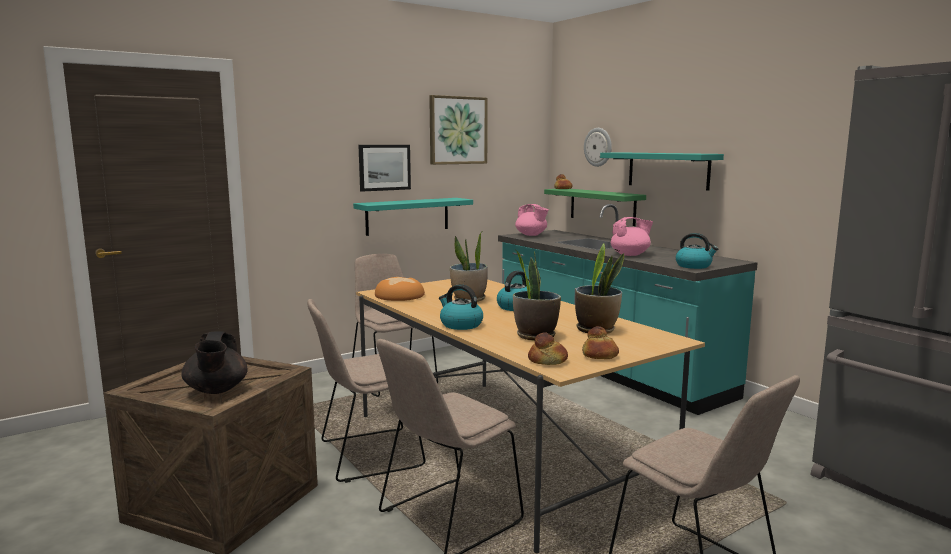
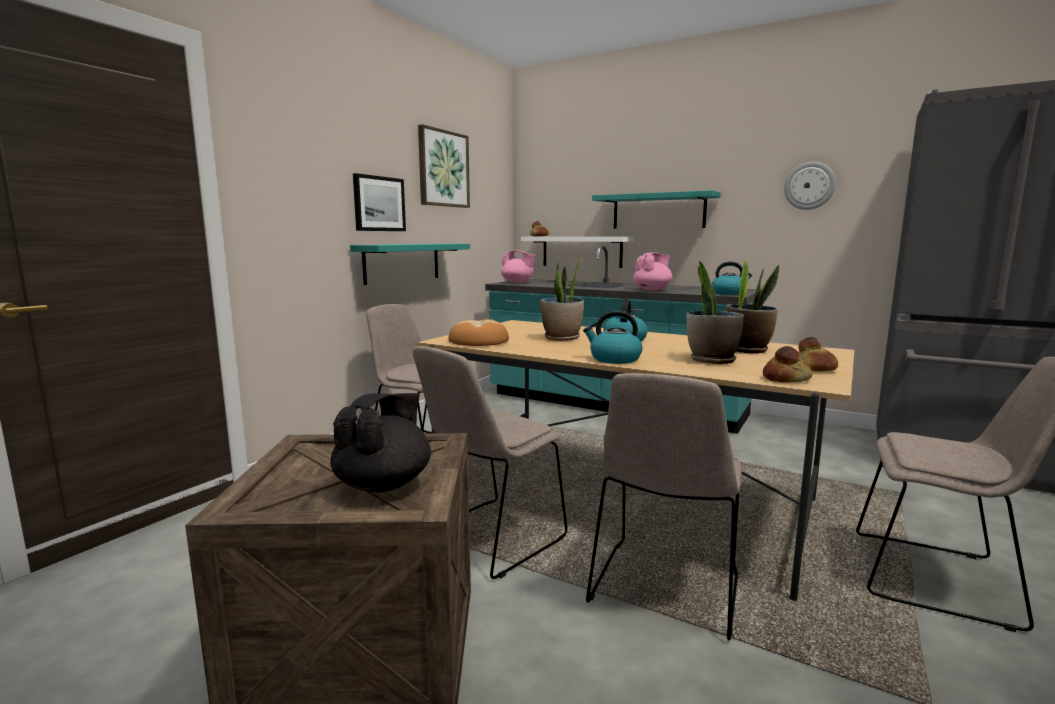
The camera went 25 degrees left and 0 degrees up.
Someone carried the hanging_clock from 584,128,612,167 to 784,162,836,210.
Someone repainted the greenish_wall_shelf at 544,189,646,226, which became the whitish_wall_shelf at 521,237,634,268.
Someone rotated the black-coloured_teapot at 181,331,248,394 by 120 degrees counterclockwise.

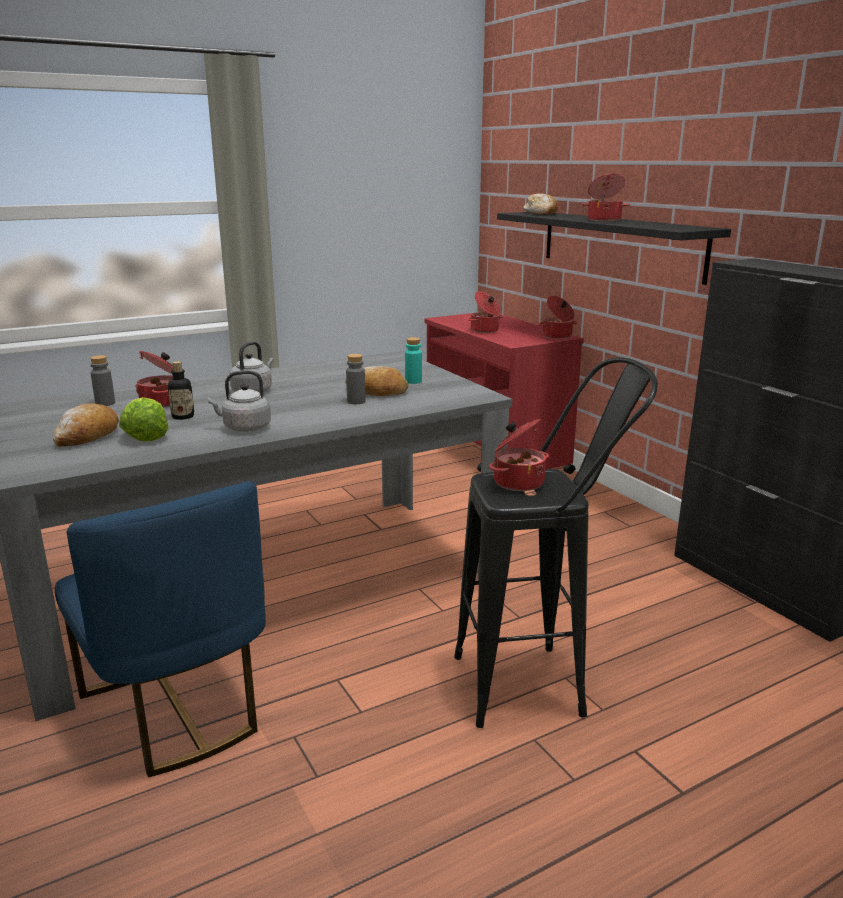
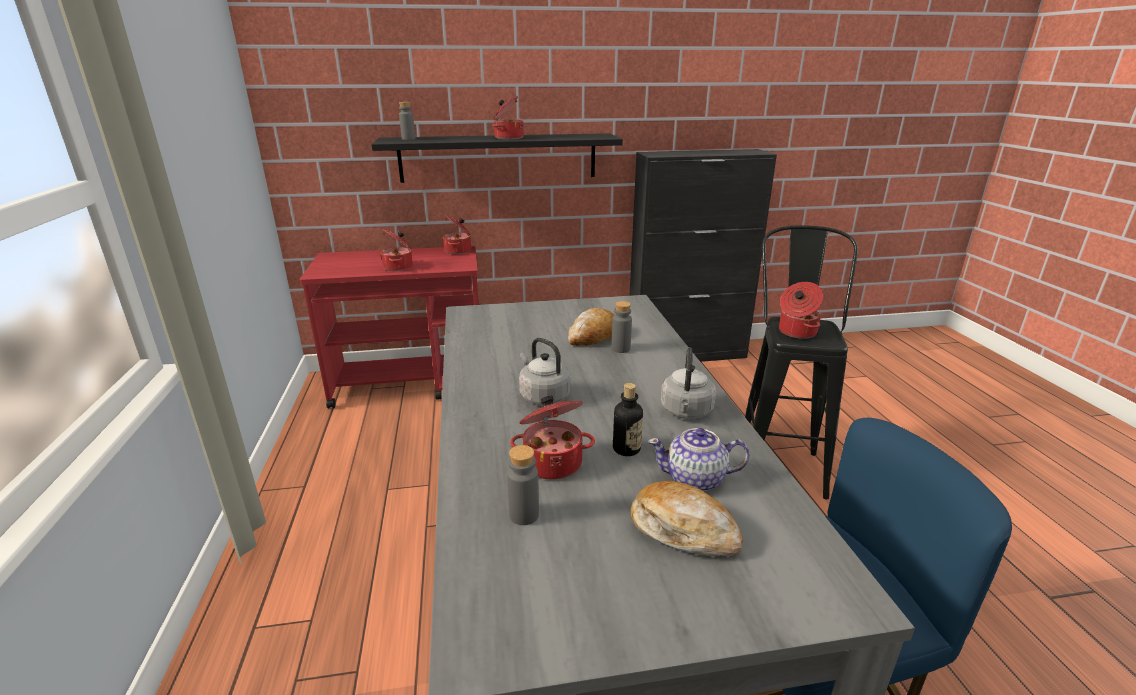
The camera went 70 degrees left and 5 degrees up.
Someone swapped the baked_bread at 523,193,558,215 for the grey_beverage_bottle at 399,102,415,140.
Someone took away the blue-green_beverage_bottle at 405,337,422,384.
Someone swapped the head_of_lettuce at 119,397,169,441 for the teapot at 648,428,750,492.

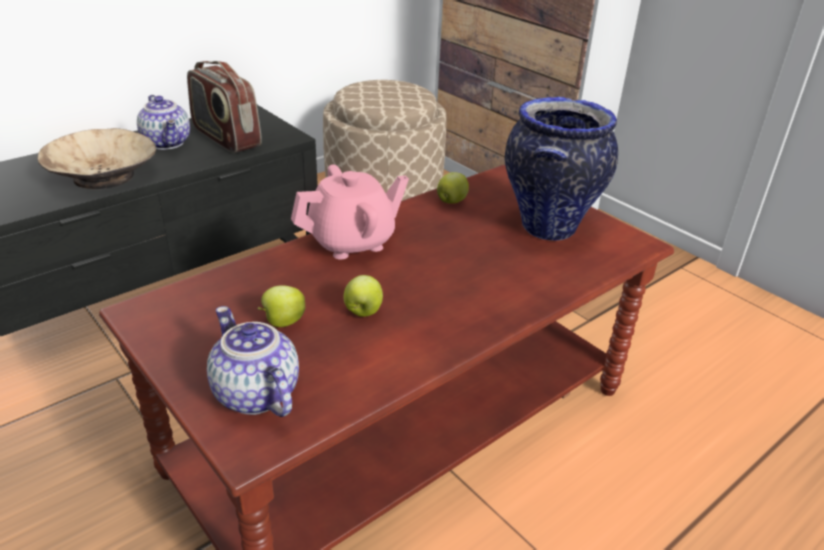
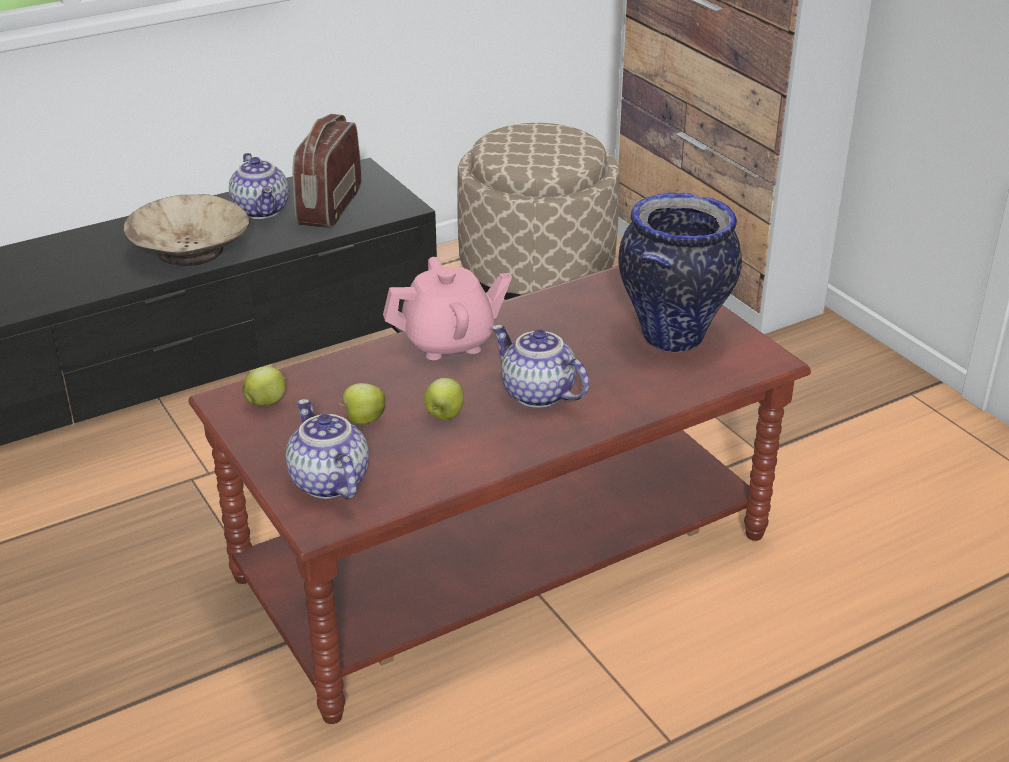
The camera went 10 degrees right and 0 degrees up.
Someone rotated the radio_receiver at 187,61,262,153 by 45 degrees clockwise.
Someone carried the apple_fruit from 437,172,469,204 to 242,366,285,406.
Someone put down the teapot at 492,325,589,408.

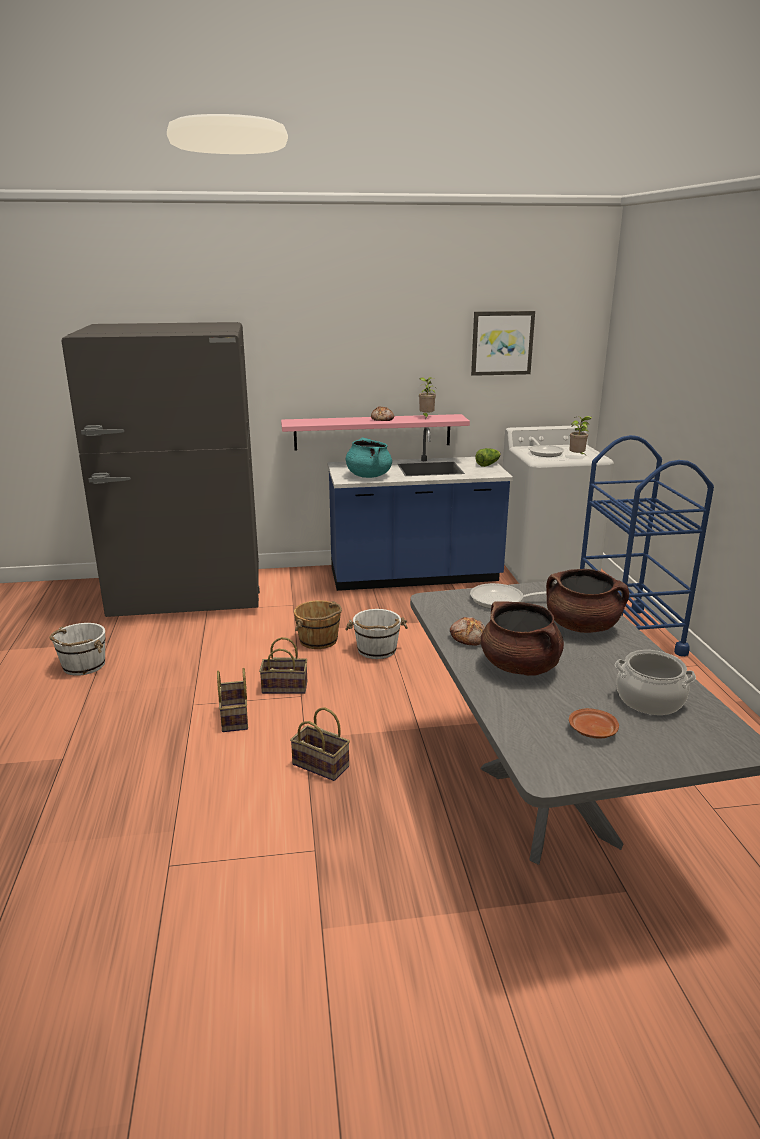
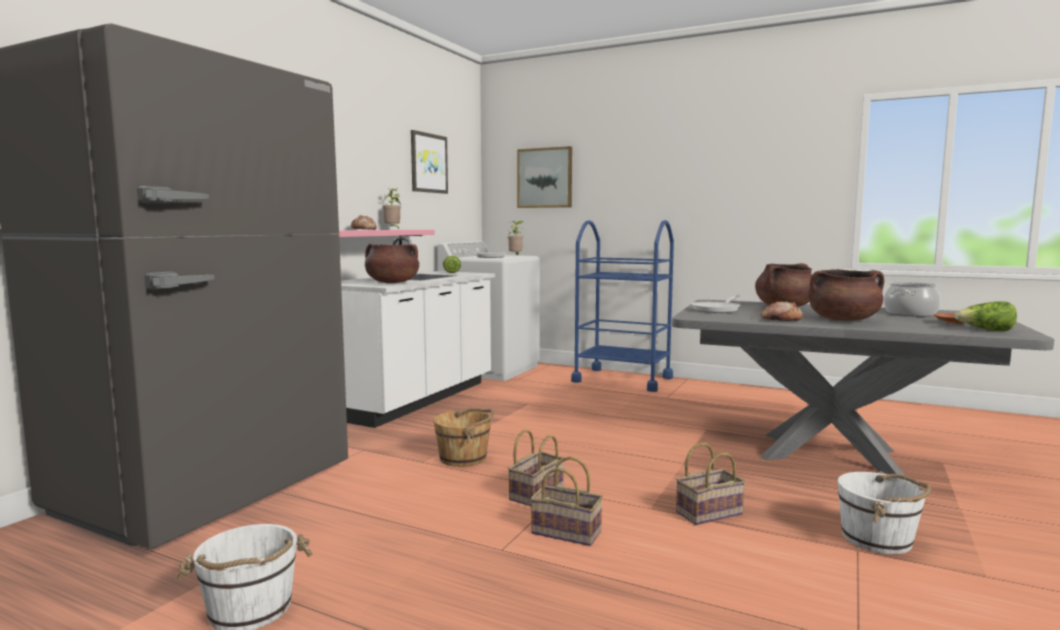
The camera went 55 degrees left and 15 degrees down.
Someone repainted the blue-coloured_kitchen_base_unit at 327,427,513,591, which became the whitish_kitchen_base_unit at 341,237,495,428.
Someone repainted the blue-green_saucepot at 346,437,392,478, which became the brown_saucepot at 365,244,419,283.
Someone carried the whitish_water_bucket from 345,609,408,659 to 837,472,931,554.
Someone put up the wall_art at 517,146,572,208.
Someone put down the head_of_lettuce at 955,301,1017,331.

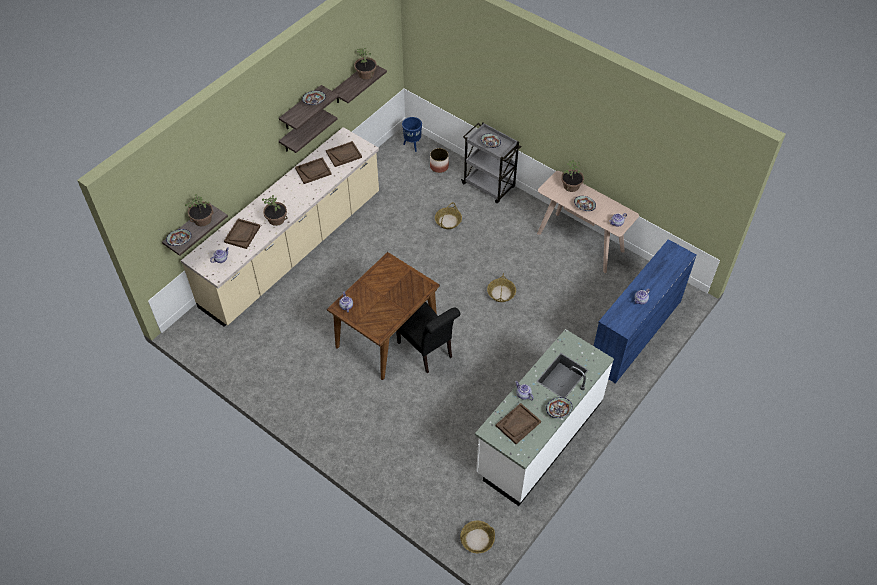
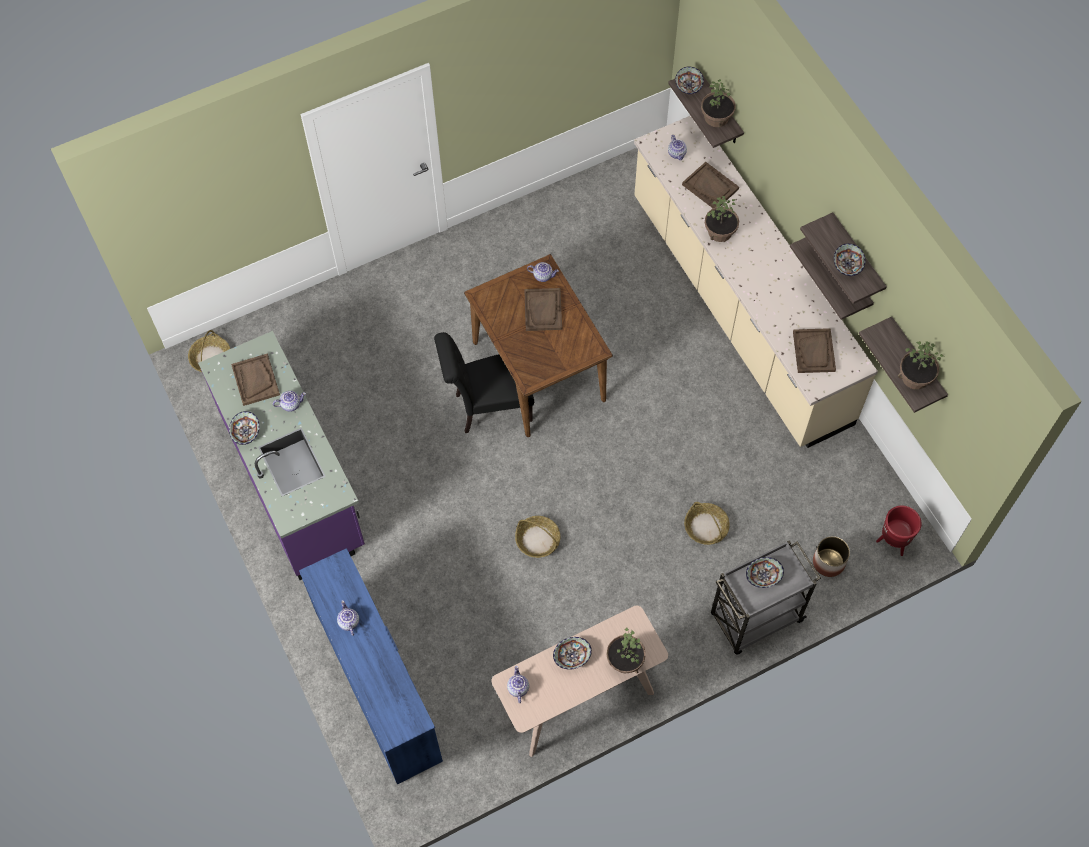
The camera went 115 degrees right and 10 degrees up.
Someone repainted the blue-coloured_plant_pot at 402,117,422,152, which became the red-coloured_plant_pot at 876,505,922,556.
Someone carried the brown_carrying_tray from 295,157,332,184 to 524,288,562,331.
Someone repainted the whitish_kitchen_base_unit at 475,329,614,506, which became the purple-coloured_kitchen_base_unit at 198,331,365,580.

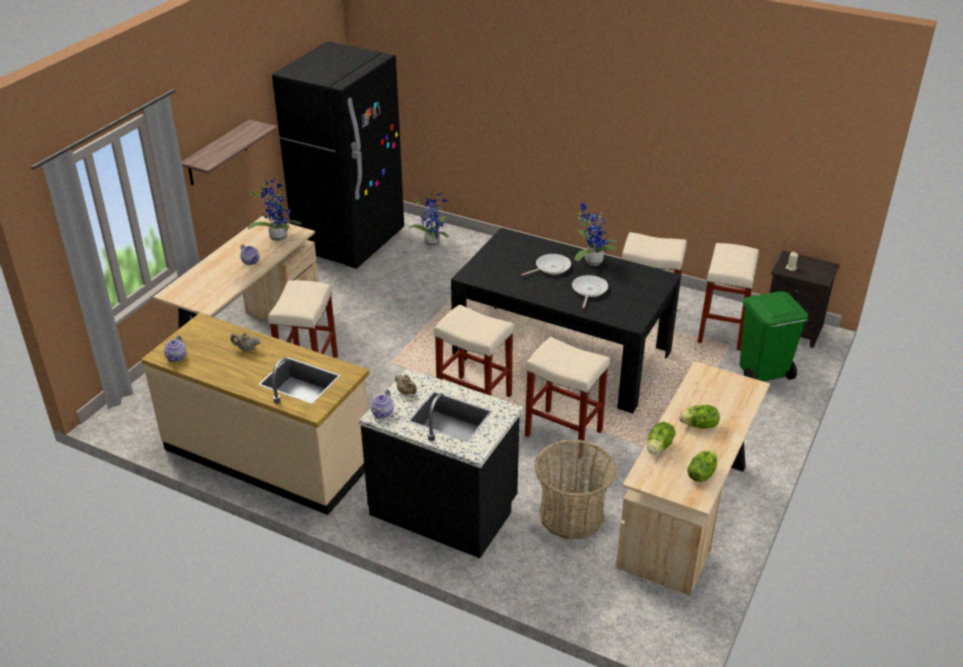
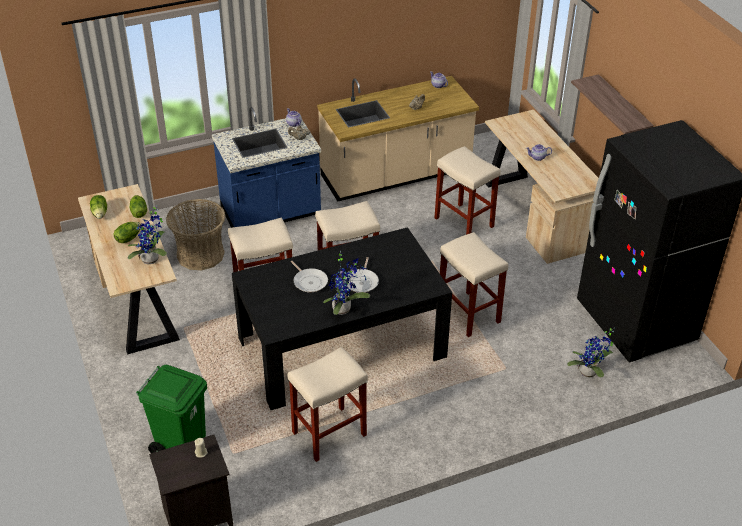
The camera went 130 degrees right and 5 degrees up.
Someone carried the potted_plant from 248,178,301,241 to 128,205,167,264.
Someone carried the beige_stool_seat from 698,243,759,351 to 440,232,508,337.
Someone repainted the black-coloured_kitchen_base_unit at 359,368,523,558, which became the blue-coloured_kitchen_base_unit at 212,107,321,228.

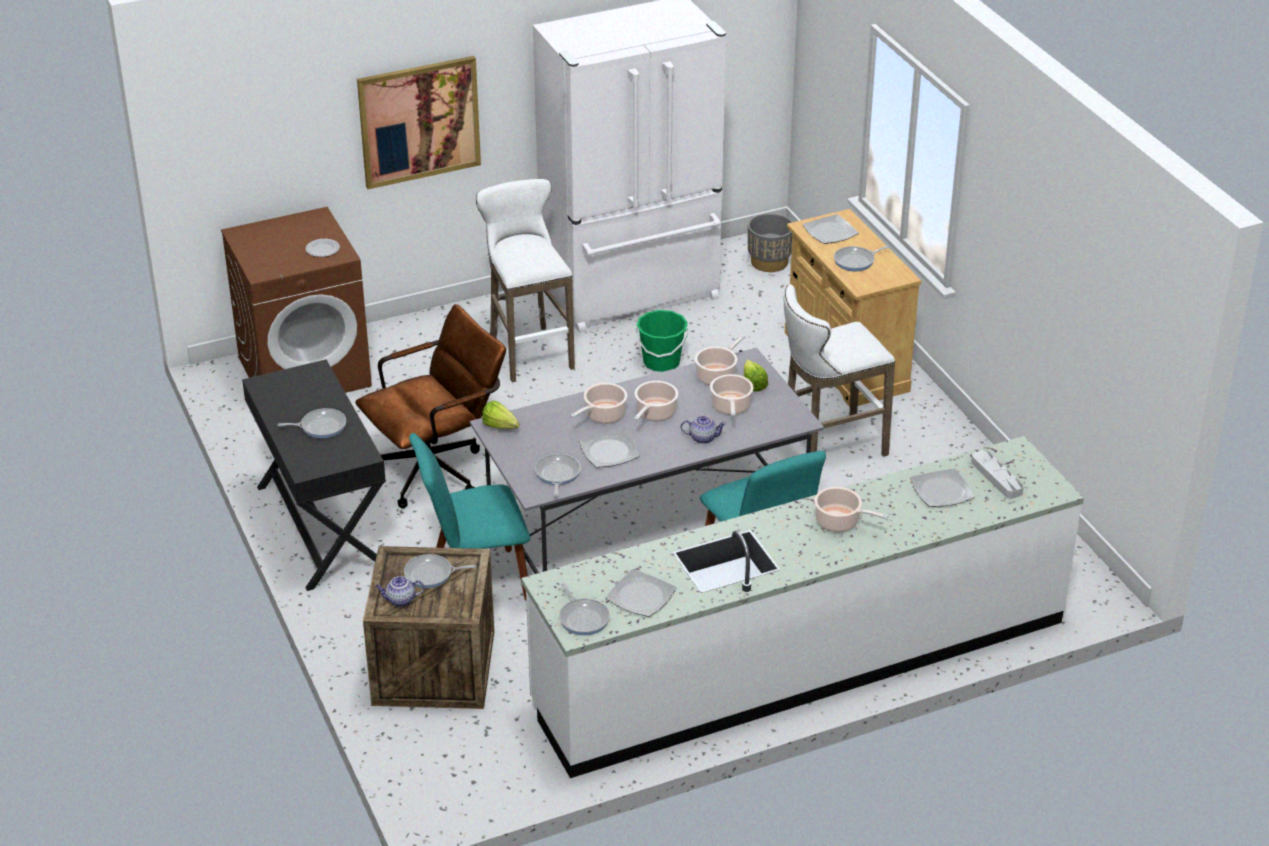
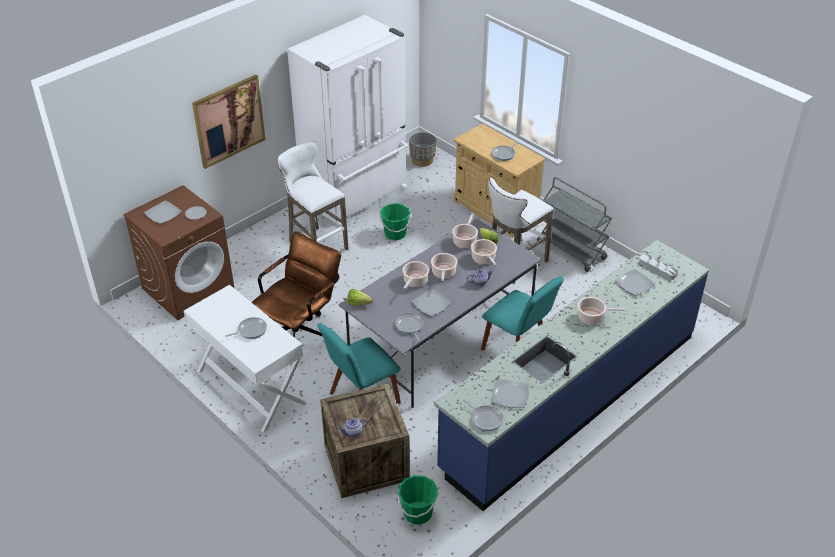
The camera went 20 degrees left and 5 degrees up.
Someone carried the plate from 803,214,859,244 to 144,201,182,224.
Someone repainted the black-coloured_desk_unit at 242,359,386,591, which became the whitish_desk_unit at 184,285,307,433.
Someone repainted the whitish_kitchen_base_unit at 521,436,1084,778, which became the blue-coloured_kitchen_base_unit at 434,240,709,511.
Someone took away the pan at 404,554,476,588.
Someone put down the grey_trolley at 537,177,612,272.
Someone put down the greenish_water_bucket at 398,475,438,525.

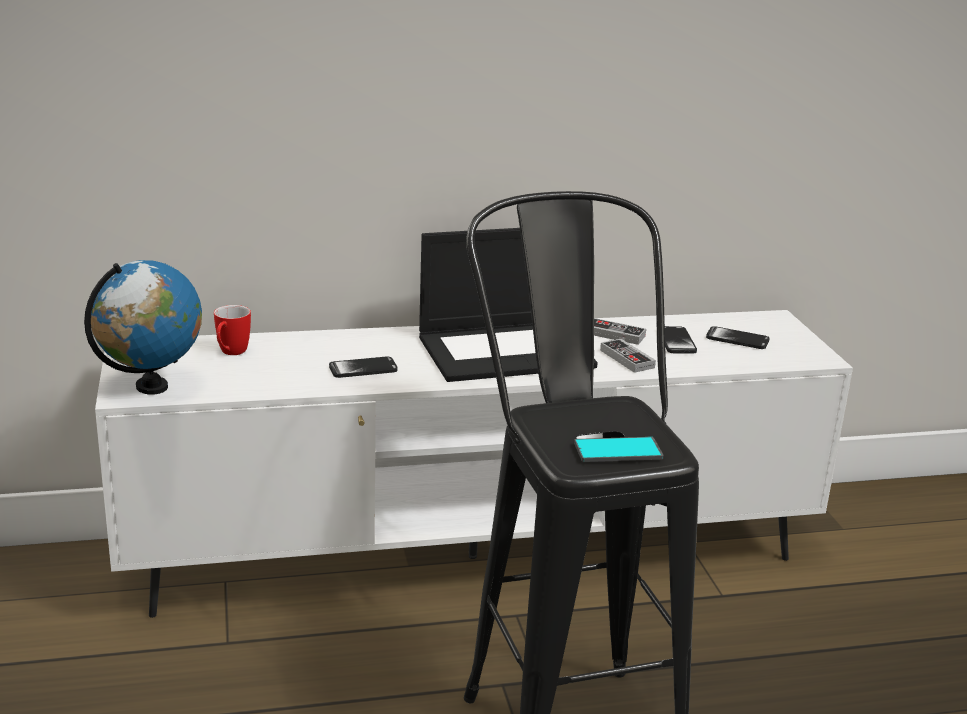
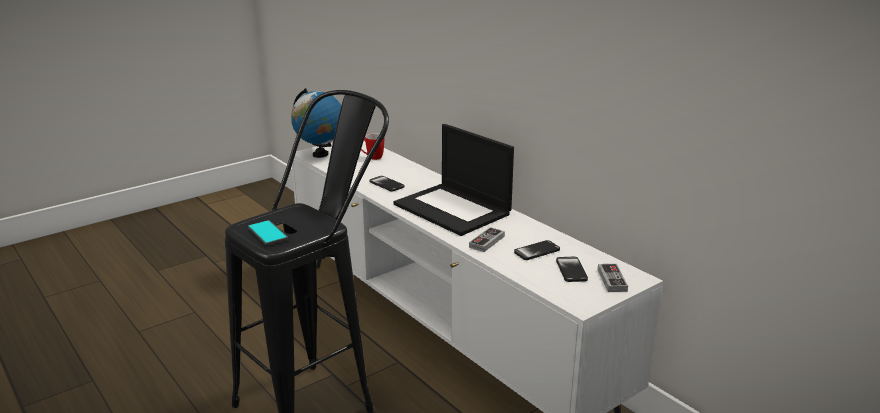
The camera went 65 degrees right and 0 degrees up.
Someone carried the joypad from 594,318,646,345 to 598,264,628,292.

